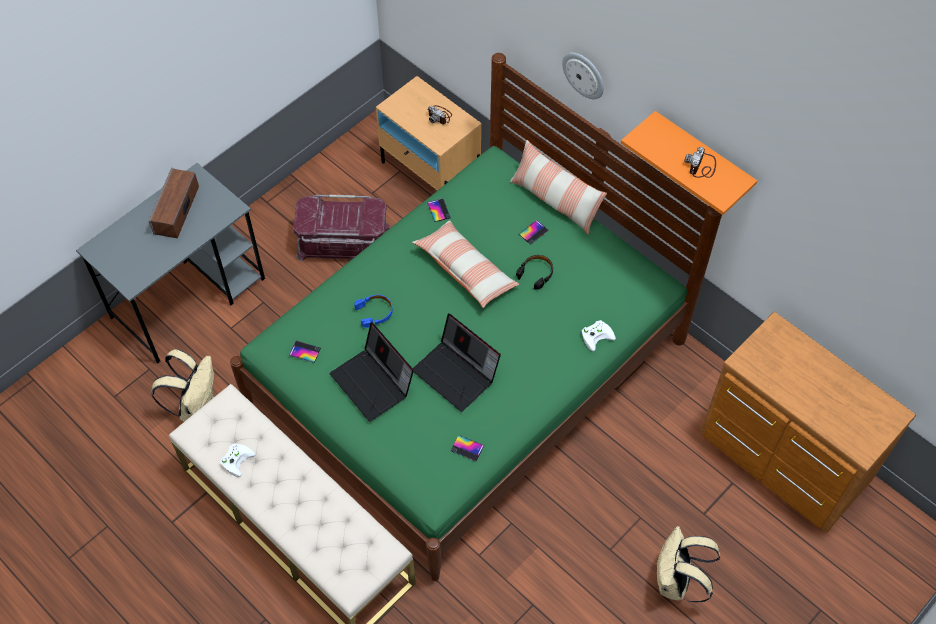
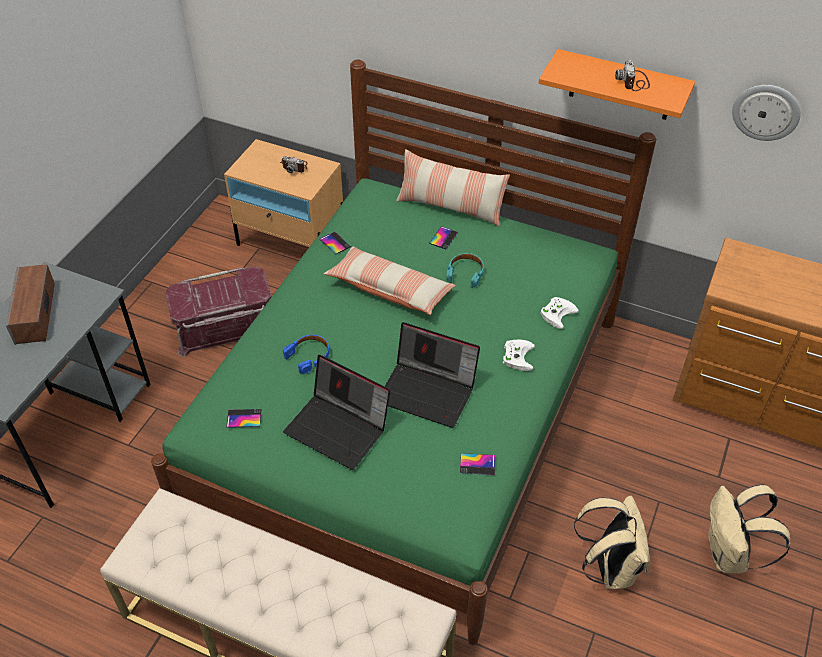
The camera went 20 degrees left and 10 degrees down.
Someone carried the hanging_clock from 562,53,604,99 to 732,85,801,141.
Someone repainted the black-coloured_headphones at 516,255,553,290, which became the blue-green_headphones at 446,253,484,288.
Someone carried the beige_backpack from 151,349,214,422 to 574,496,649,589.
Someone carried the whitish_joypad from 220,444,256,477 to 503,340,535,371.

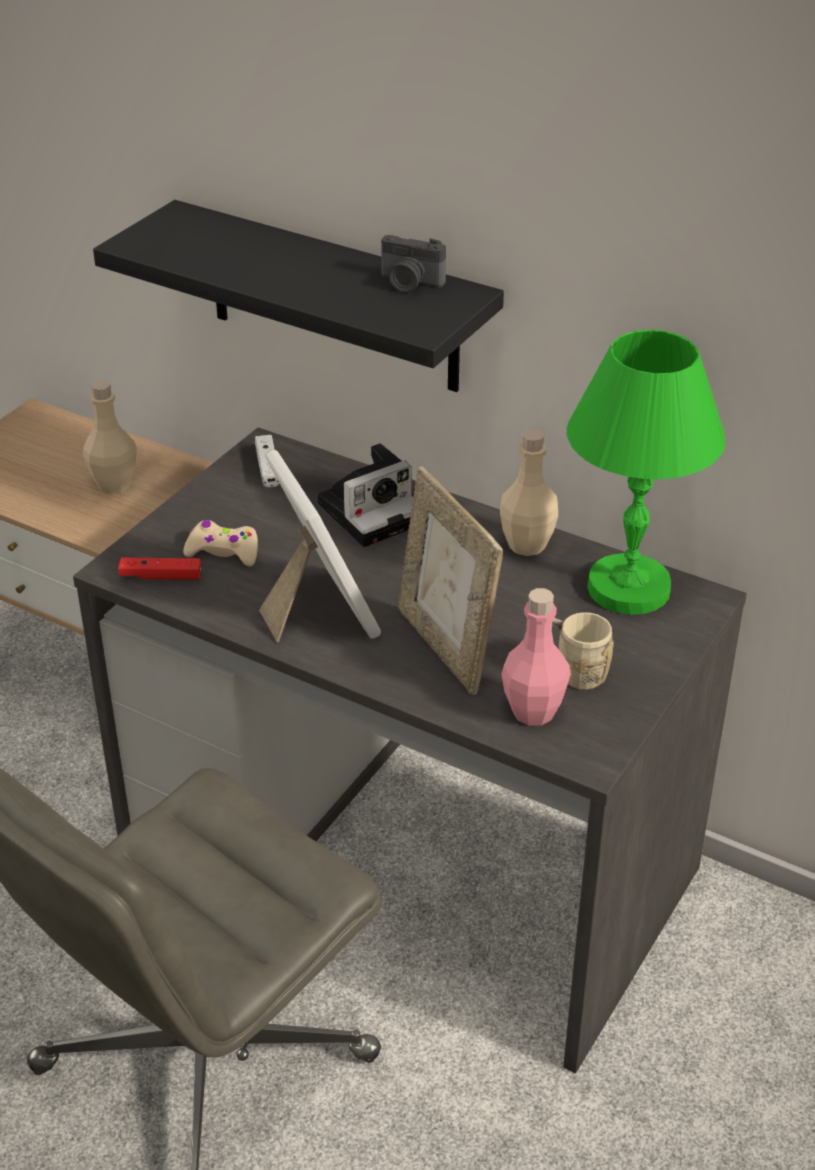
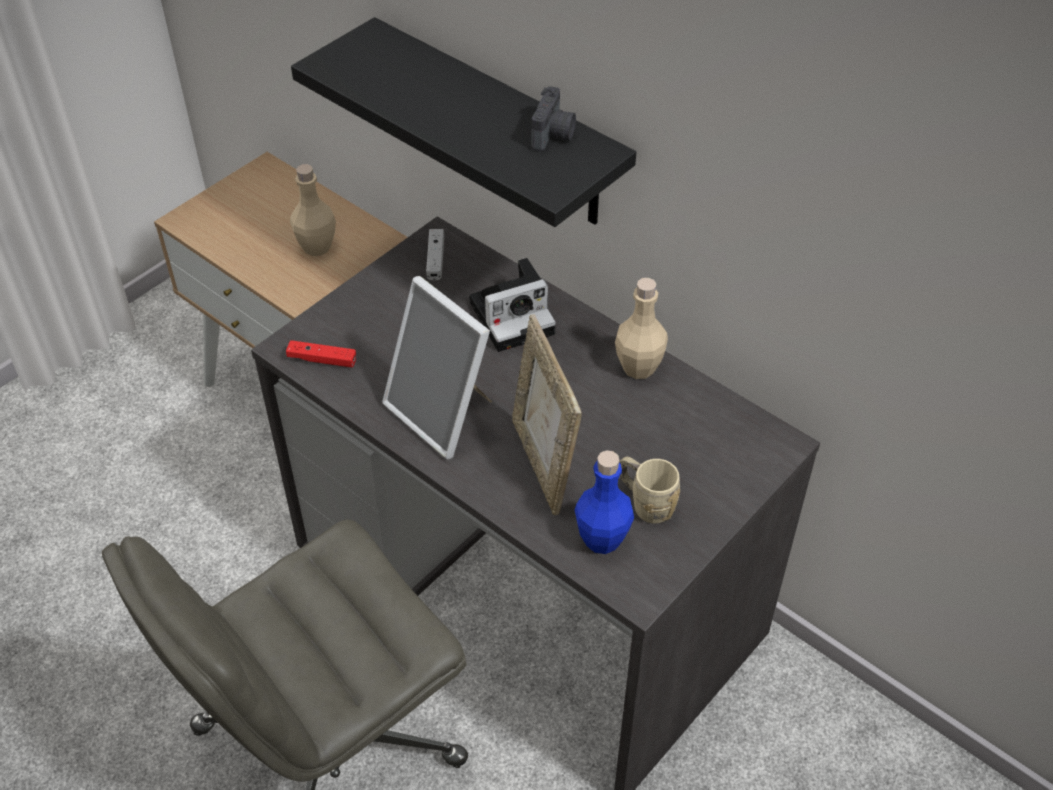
The camera went 10 degrees right and 10 degrees up.
Someone rotated the photo_camera at 381,235,446,293 by 105 degrees counterclockwise.
Someone took away the greenish_tabletop_lamp at 567,330,725,615.
Someone rotated the picture_frame at 259,449,381,642 by 150 degrees clockwise.
Someone took away the beige_joypad at 183,520,258,566.
Someone repainted the pink-coloured_beverage_bottle at 501,588,571,726, which became the blue-coloured_beverage_bottle at 575,450,634,554.

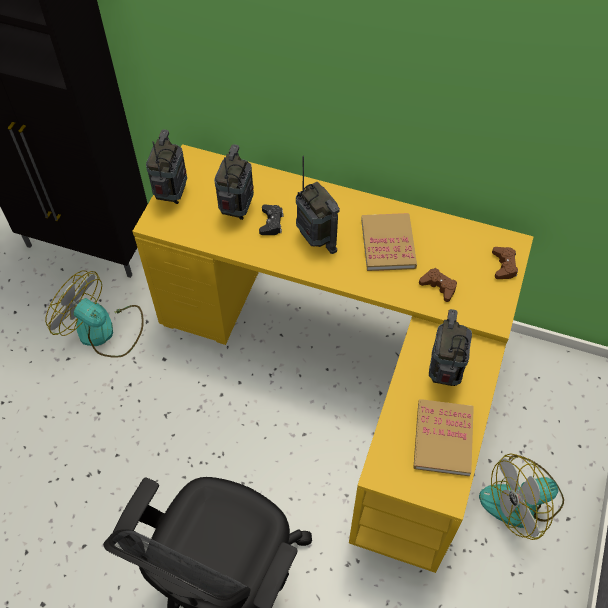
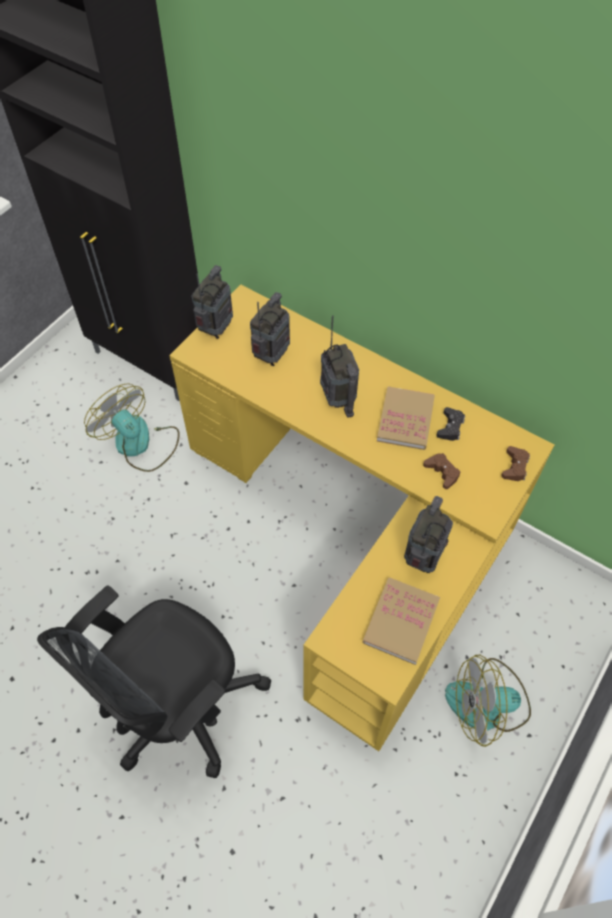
The camera went 15 degrees right and 0 degrees up.
Someone carried the black-coloured_joypad from 259,204,284,235 to 436,407,465,441.

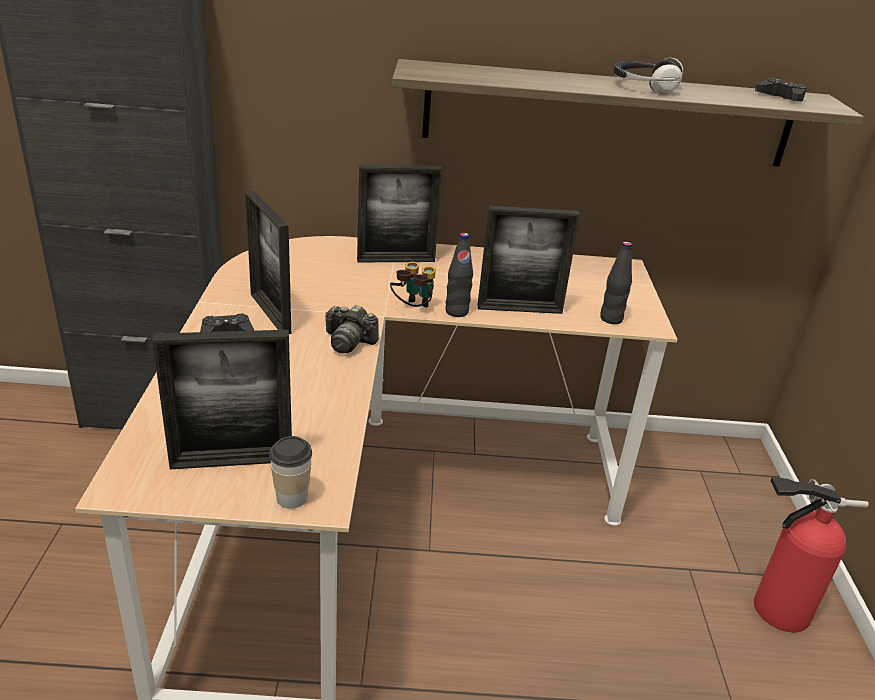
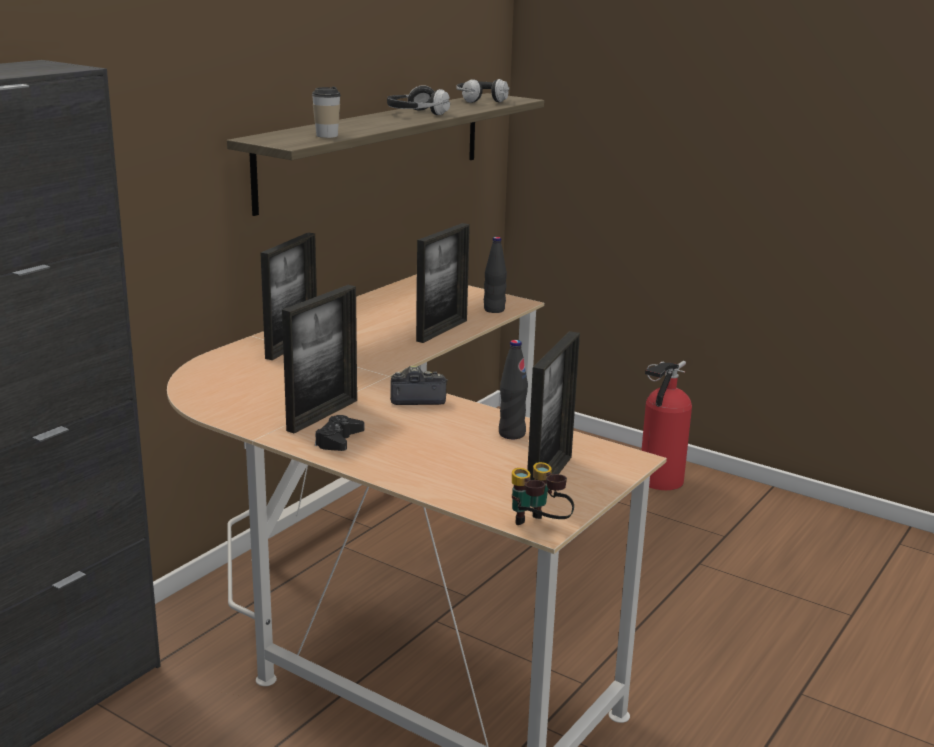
The camera went 55 degrees left and 10 degrees down.
Someone swapped the black-coloured_joypad at 755,78,807,101 for the headphones at 456,79,510,103.
Someone rotated the picture_frame at 245,191,291,334 by 60 degrees counterclockwise.
Someone carried the black-coloured_beverage_bottle from 445,233,473,317 to 499,340,528,439.
Someone carried the field_glasses from 390,262,436,308 to 512,462,574,525.
Someone rotated the photo_camera at 325,305,379,353 by 150 degrees counterclockwise.
Someone carried the small_cup from 269,436,312,509 to 312,87,341,138.

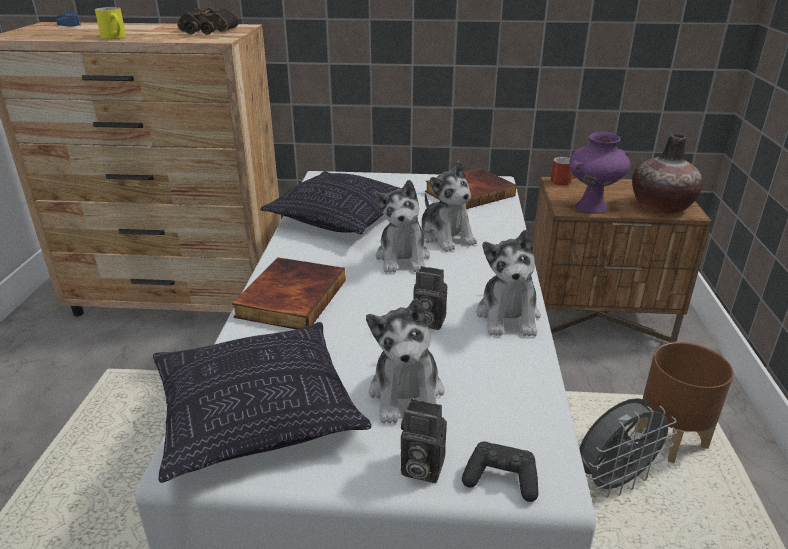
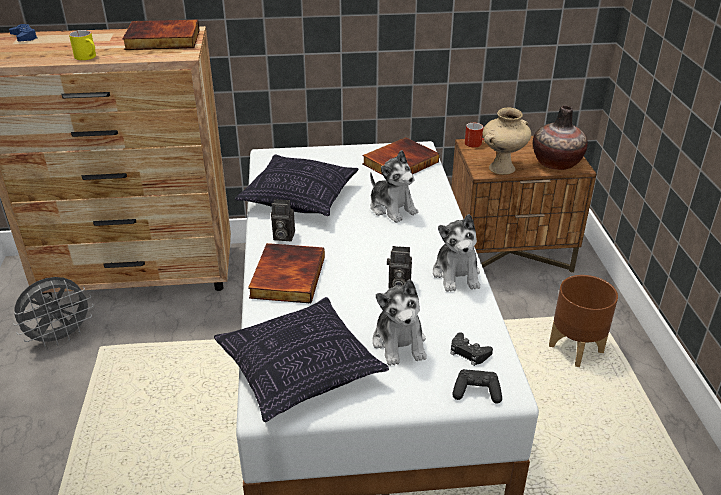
The camera went 10 degrees left and 5 degrees up.
Someone swapped the field_glasses at 177,7,239,35 for the volume at 123,19,200,50.
Someone repainted the purple-coloured_flower_vase at 569,132,630,214, which became the beige_flower_vase at 483,107,531,175.
Someone took away the plush_toy at 374,180,430,273.
Someone carried the grey_cooling_fan from 579,398,677,498 to 13,277,94,347.
Someone carried the photo_camera from 401,399,447,483 to 271,199,295,241.
Someone put down the black-coloured_joypad at 450,332,493,366.

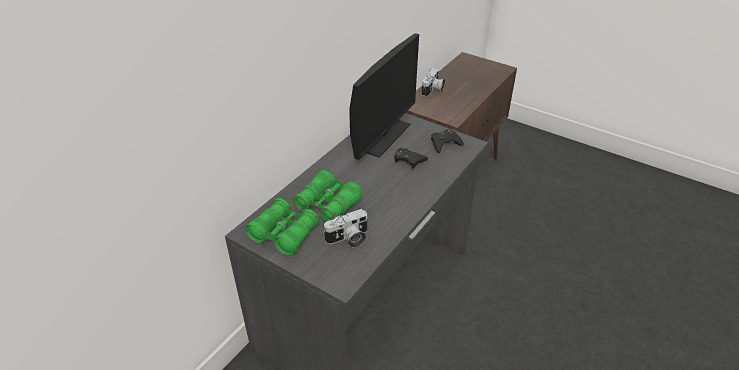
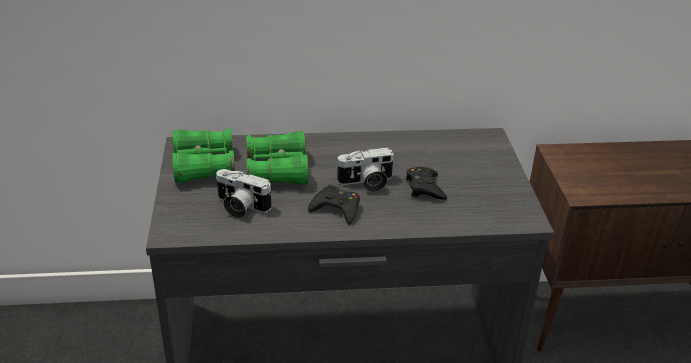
The camera went 50 degrees right and 5 degrees down.
Someone took away the monitor at 349,33,419,160.
Someone carried the photo_camera from 422,68,445,97 to 336,148,395,192.
Someone carried the black-coloured_joypad from 431,129,464,153 to 308,185,360,225.

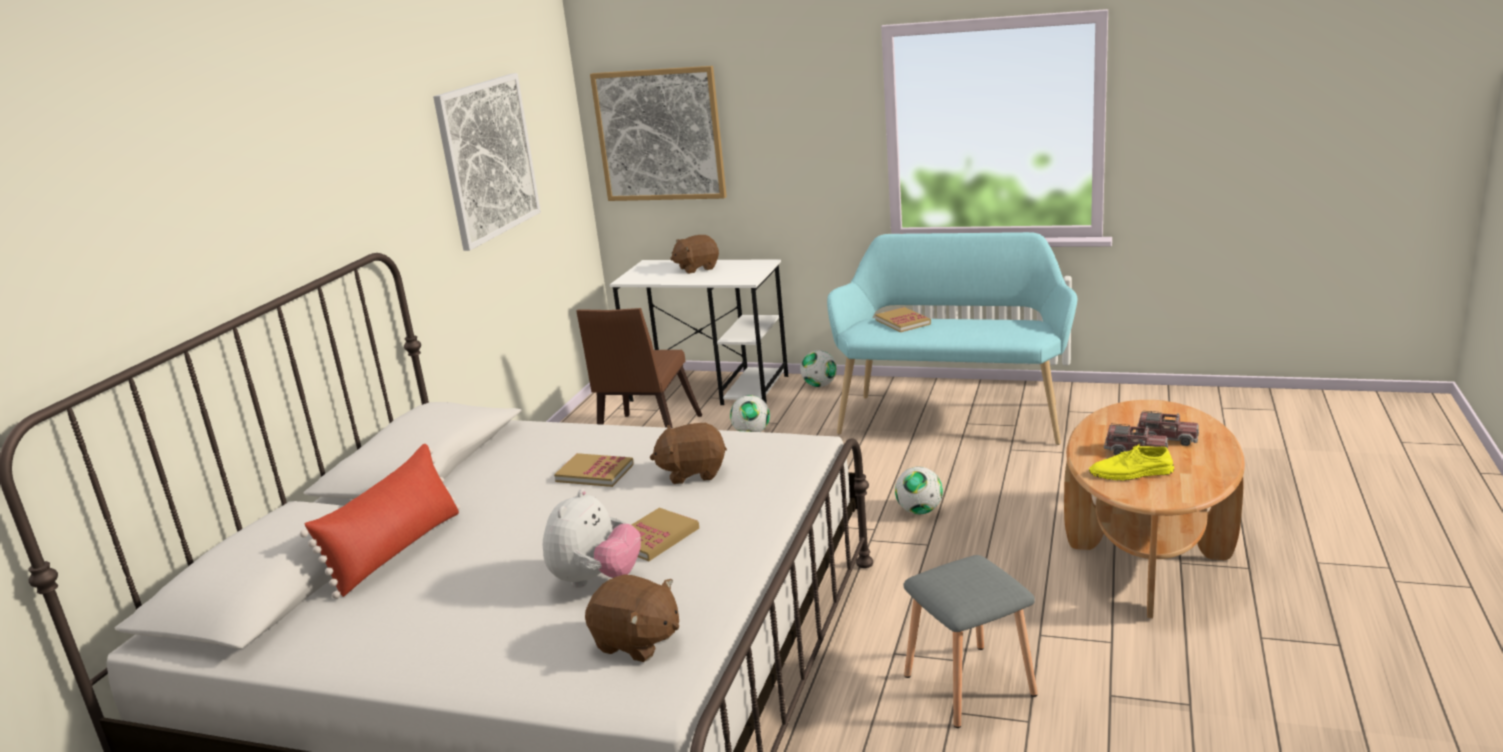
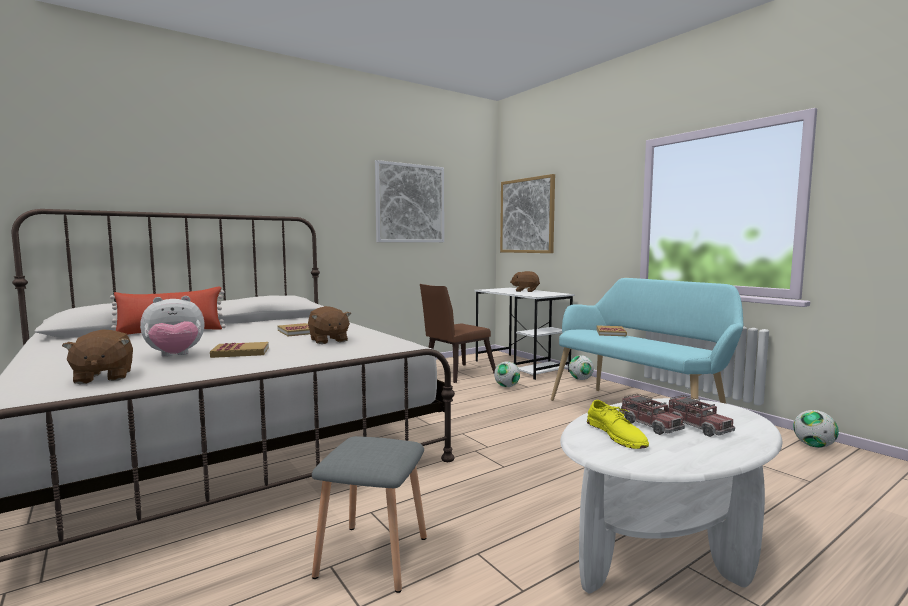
The camera went 35 degrees right and 15 degrees down.
Someone repainted the brown_lounge_table at 1064,400,1245,618, which became the whitish_lounge_table at 560,398,782,594.
Someone rotated the brown_plush_toy at 650,423,727,484 by 150 degrees counterclockwise.
Someone rotated the yellow-coloured_shoe at 1089,444,1174,481 by 150 degrees counterclockwise.
Someone carried the football_ball from 895,467,943,514 to 793,410,839,448.

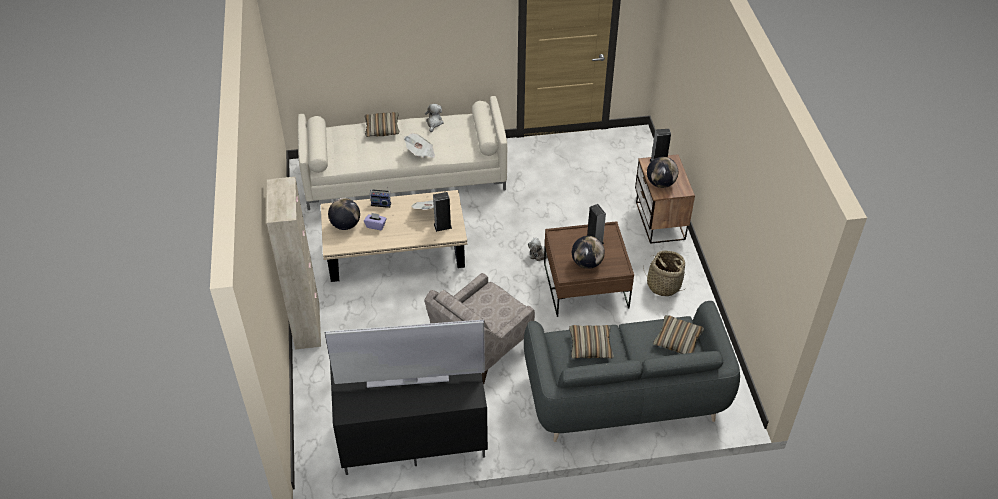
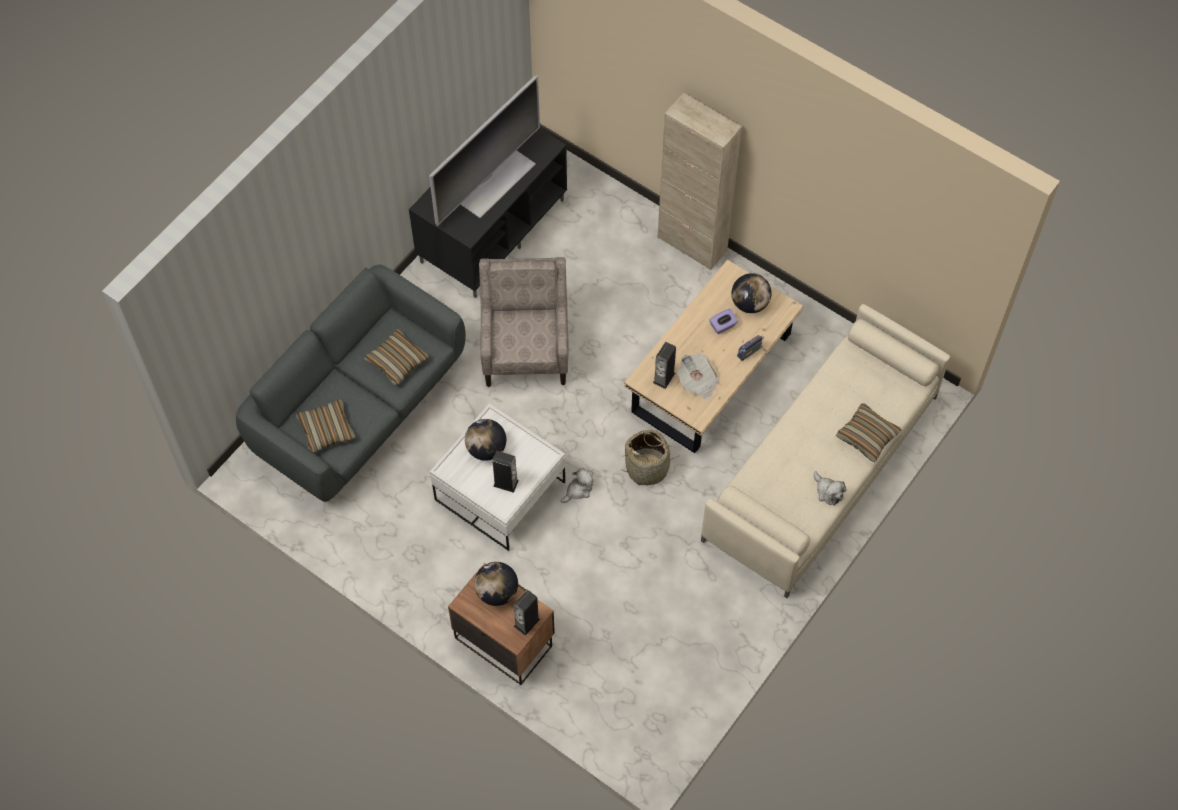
The camera went 135 degrees right and 15 degrees up.
Someone took away the newspaper at 404,133,435,158.
Someone repainted the brown_lounge_table at 544,221,634,317, which became the whitish_lounge_table at 430,404,565,551.
Someone carried the storage_basket from 643,250,685,296 to 620,429,681,485.

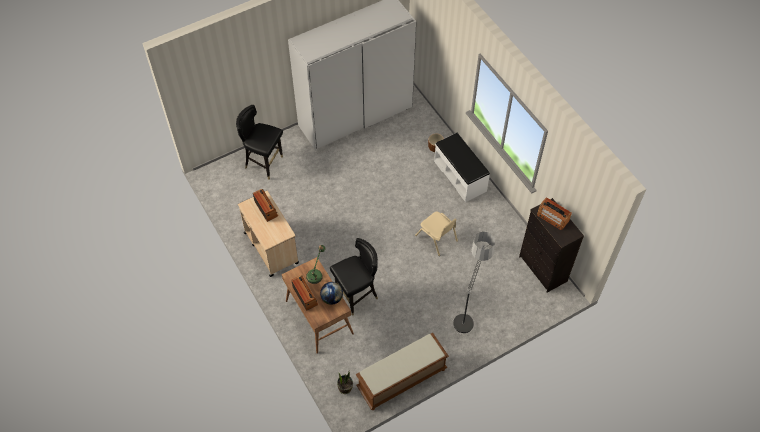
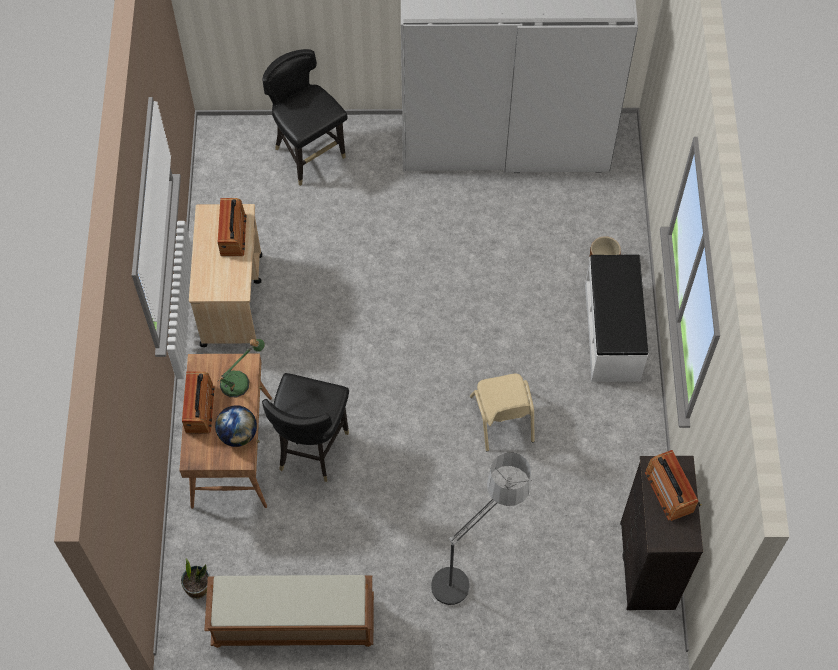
The camera went 30 degrees right and 5 degrees up.
Someone rotated the black-coloured_chair at 330,238,378,316 by 105 degrees clockwise.

